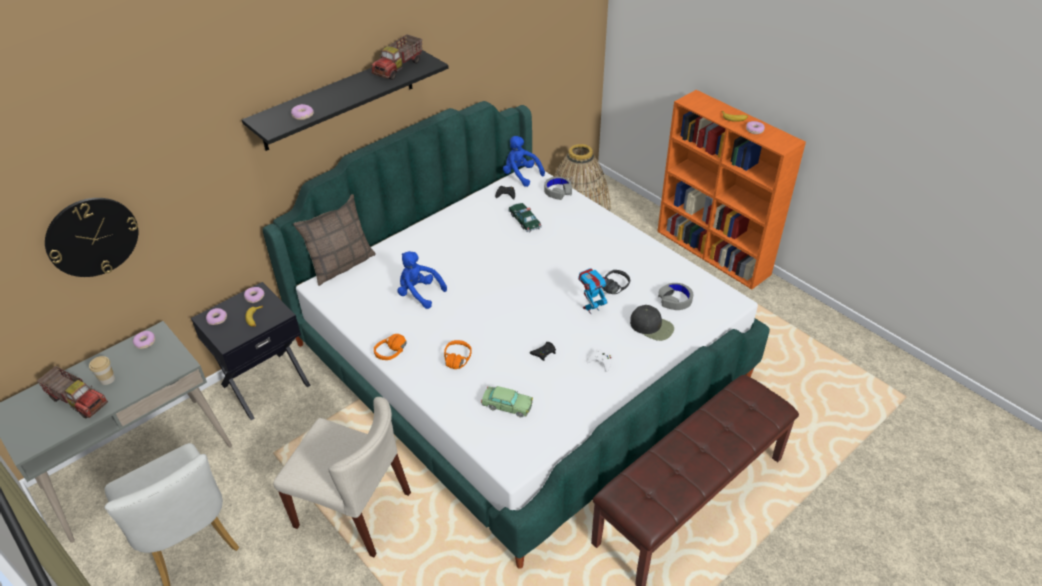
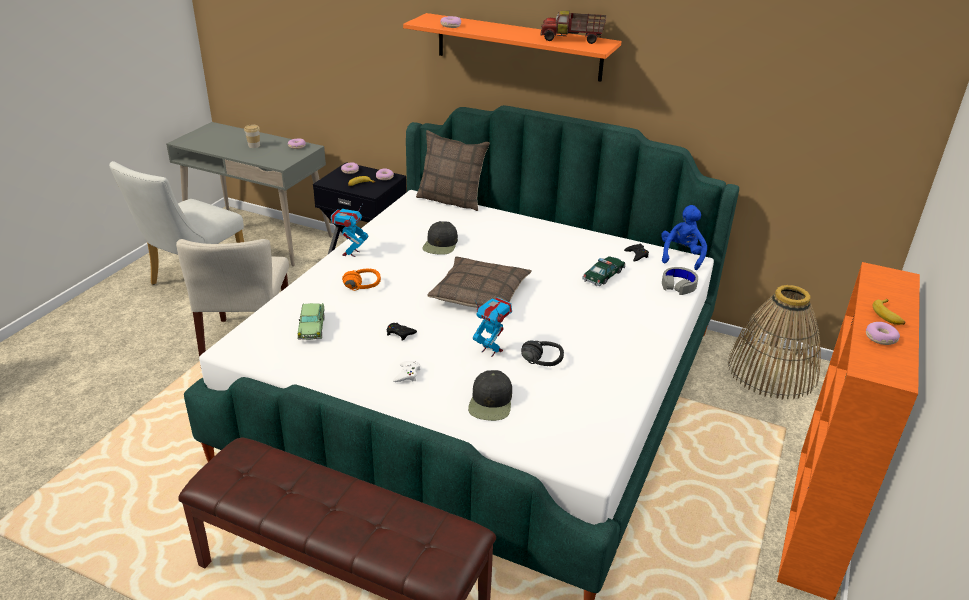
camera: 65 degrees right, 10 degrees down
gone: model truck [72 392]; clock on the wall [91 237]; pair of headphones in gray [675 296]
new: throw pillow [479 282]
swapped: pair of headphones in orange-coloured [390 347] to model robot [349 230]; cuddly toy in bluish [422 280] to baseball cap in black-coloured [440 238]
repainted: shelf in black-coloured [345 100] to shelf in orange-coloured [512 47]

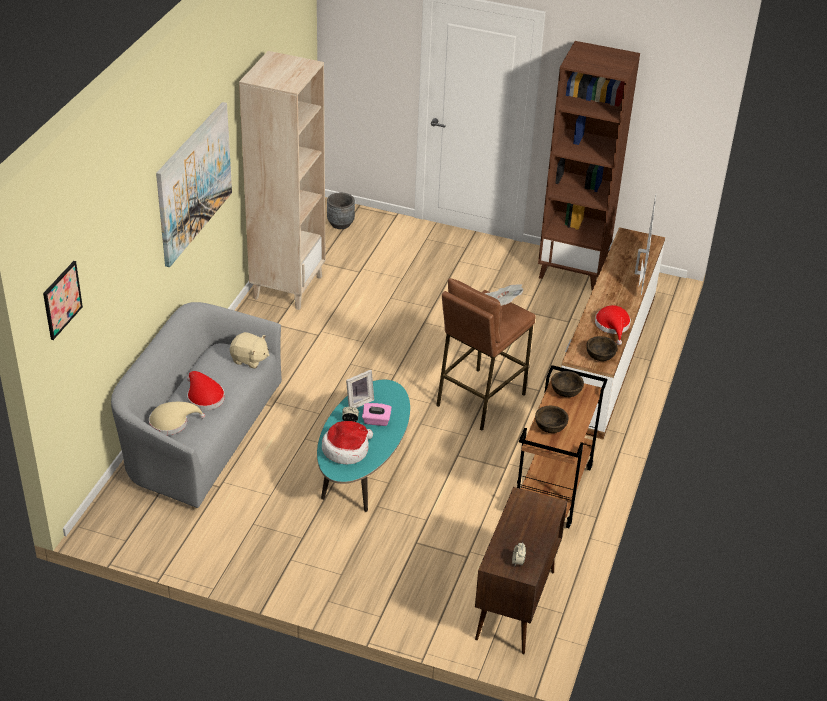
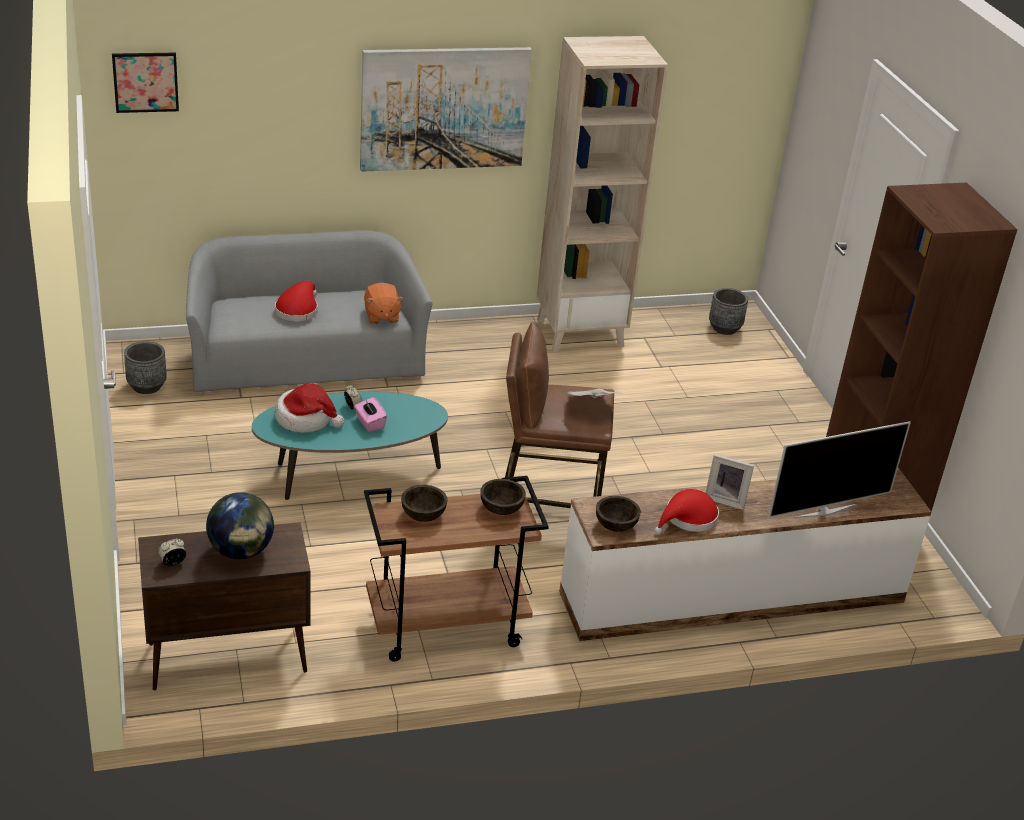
camera: 55 degrees right, 5 degrees down
gone: hat in beige-coloured [177 418]
new: flower pot in gray [145 367]; globe [240 525]
shifted: photo frame [360 389] to [730 482]
repainted: cuddly toy in beige-coloured [249 350] to cuddly toy in orange-coloured [383 303]

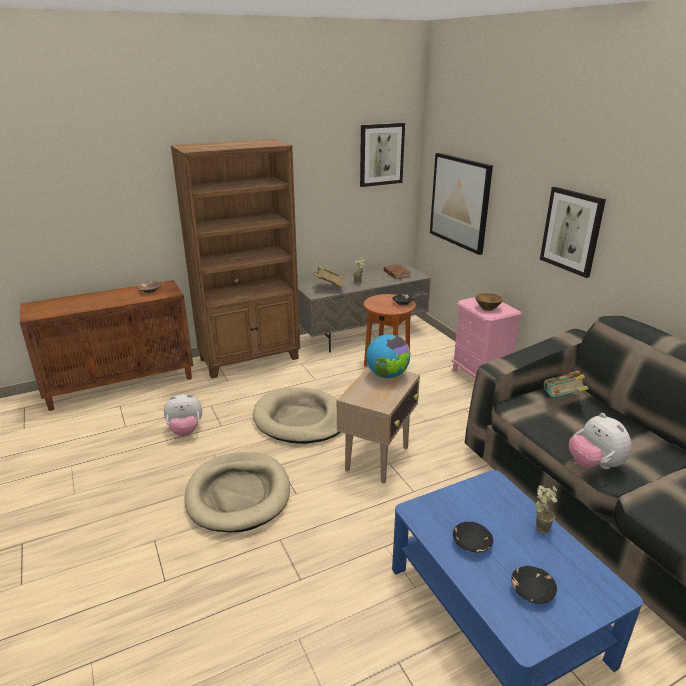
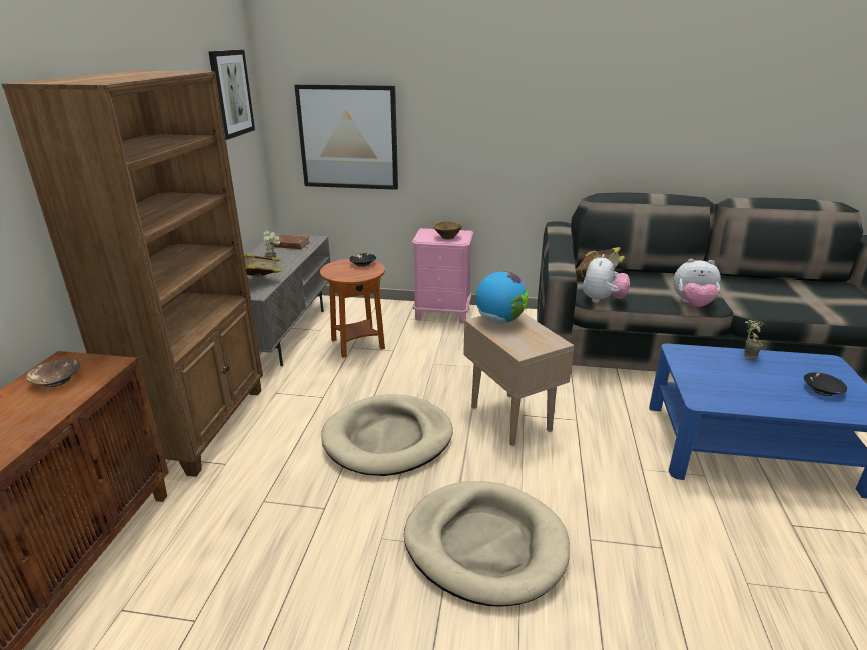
camera: 55 degrees left, 0 degrees up
gone: deep dish in black-coloured [473 537]; picture [573 232]
shifted: cuddly toy [183 415] to [606 278]

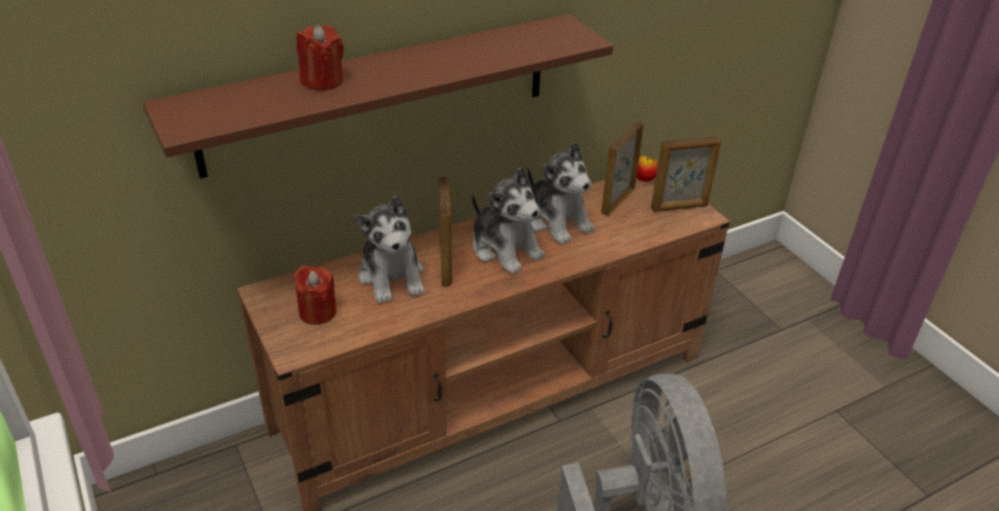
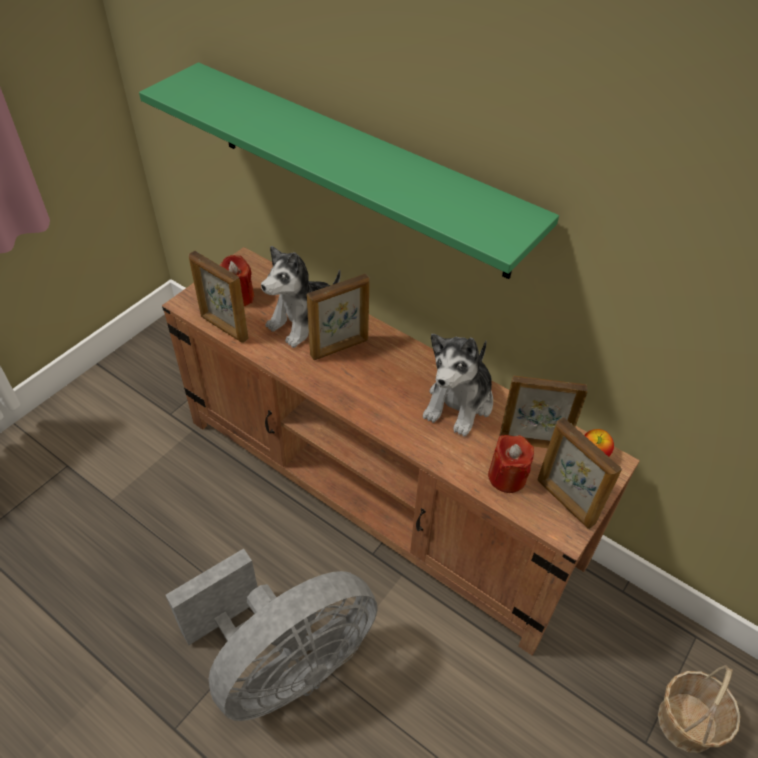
camera: 65 degrees right, 10 degrees up
gone: cuddly toy [508 220]
new: photo frame [218 297]; storage basket [699 709]
shifted: wax light in reddish [320 57] to [511 464]
repainted: shelf in brownish [378 96] to shelf in green [349 170]

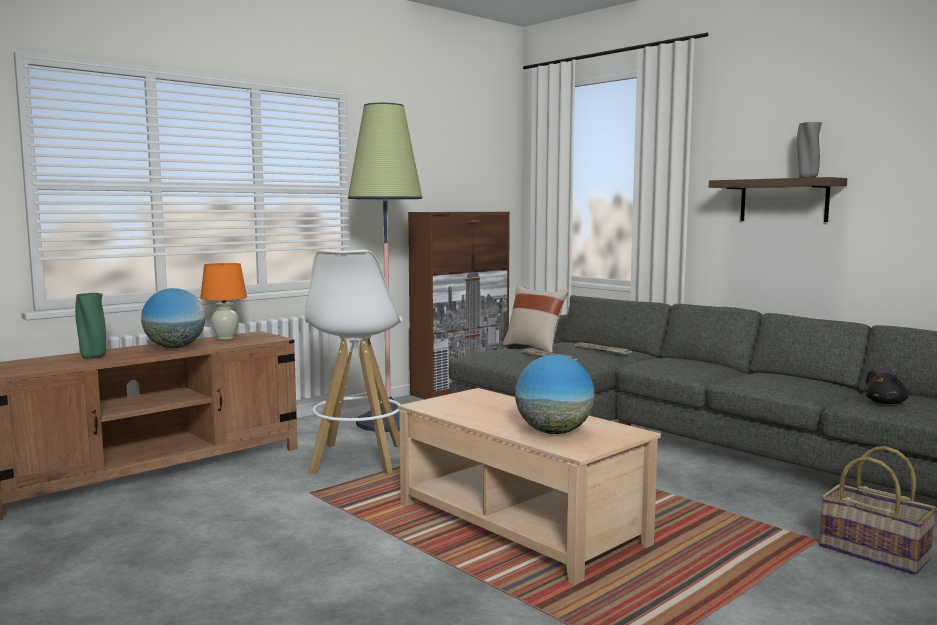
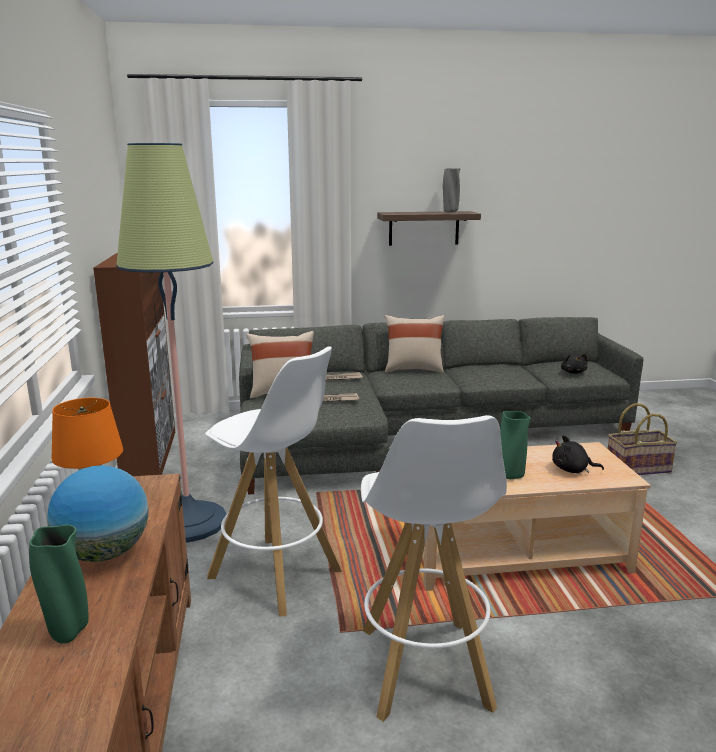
camera: 55 degrees left, 10 degrees up
new: sitting stool in white [434 568]; throw pillow in beige-coloured [415 344]; decorative vase in green [515 445]
swapped: globe [555 394] to cuddly toy in black-coloured [578 454]

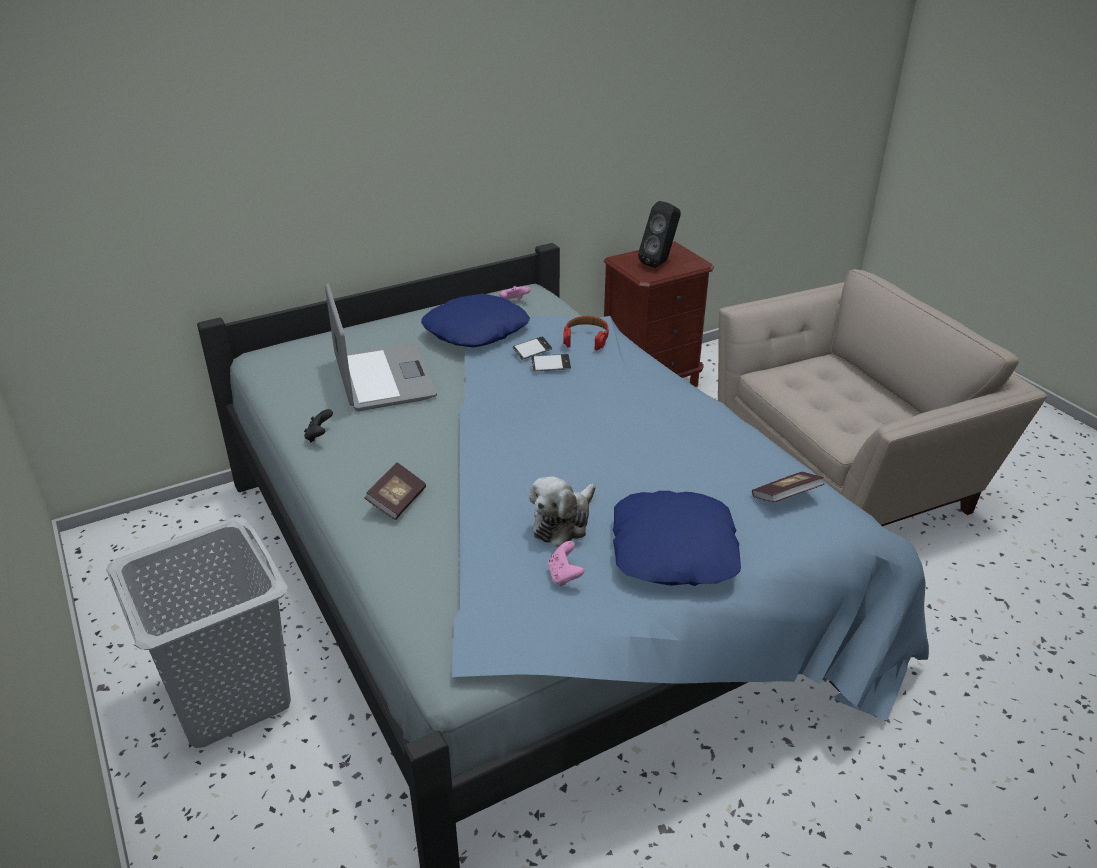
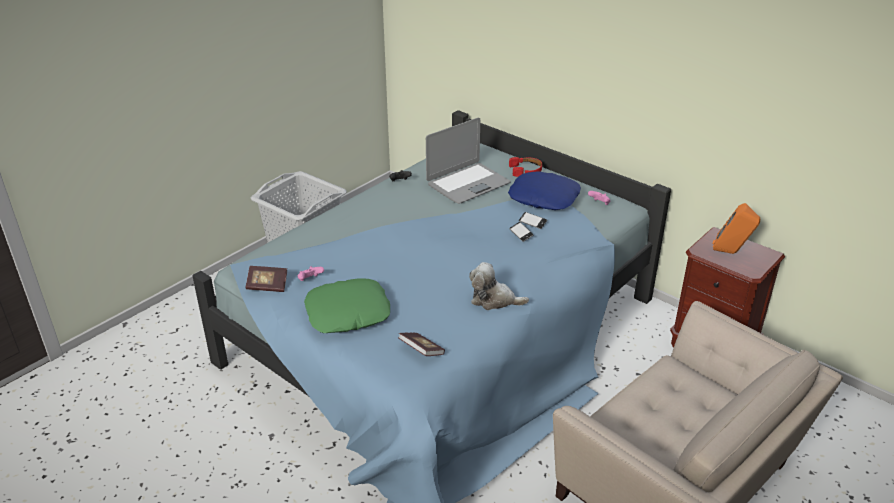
camera: 70 degrees right, 0 degrees up
shifted: book [395 491] to [266 279]; cuddly toy [562 512] to [499 286]; pair of headphones in reddish [586 333] to [525 167]
repainted: throw pillow in bluish [677 538] to throw pillow in green [347 305]; loudspeaker in black-coloured [659 234] to loudspeaker in orange-coloured [736 228]

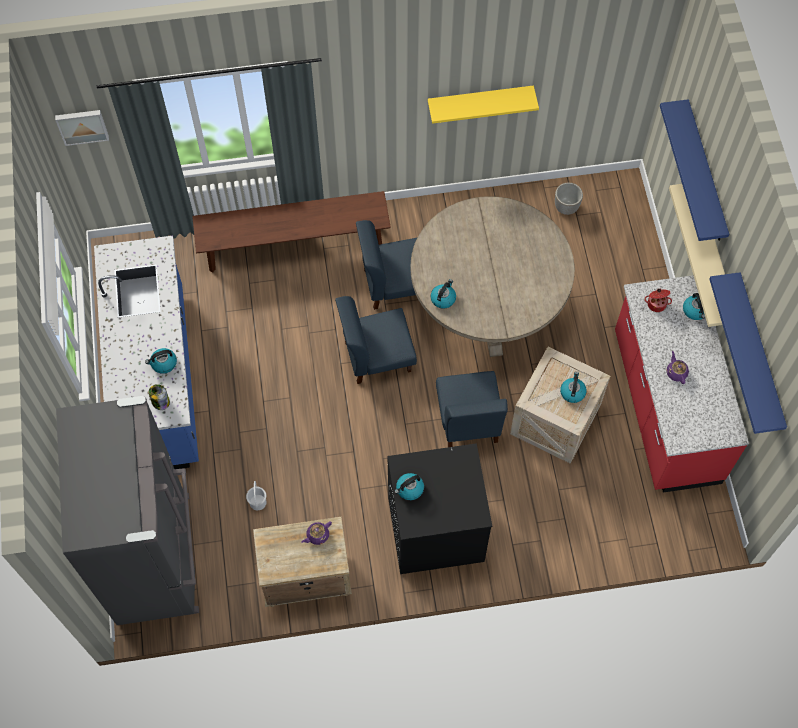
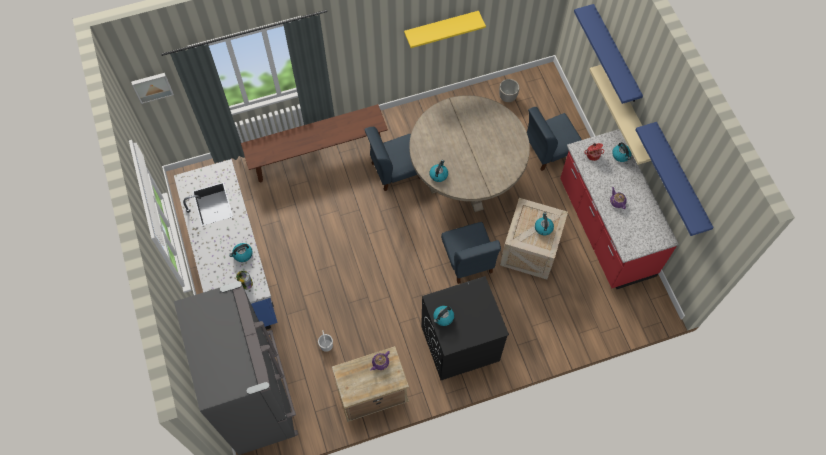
camera: 10 degrees left, 0 degrees up
shifted: chair in bluish [376 340] to [554 139]

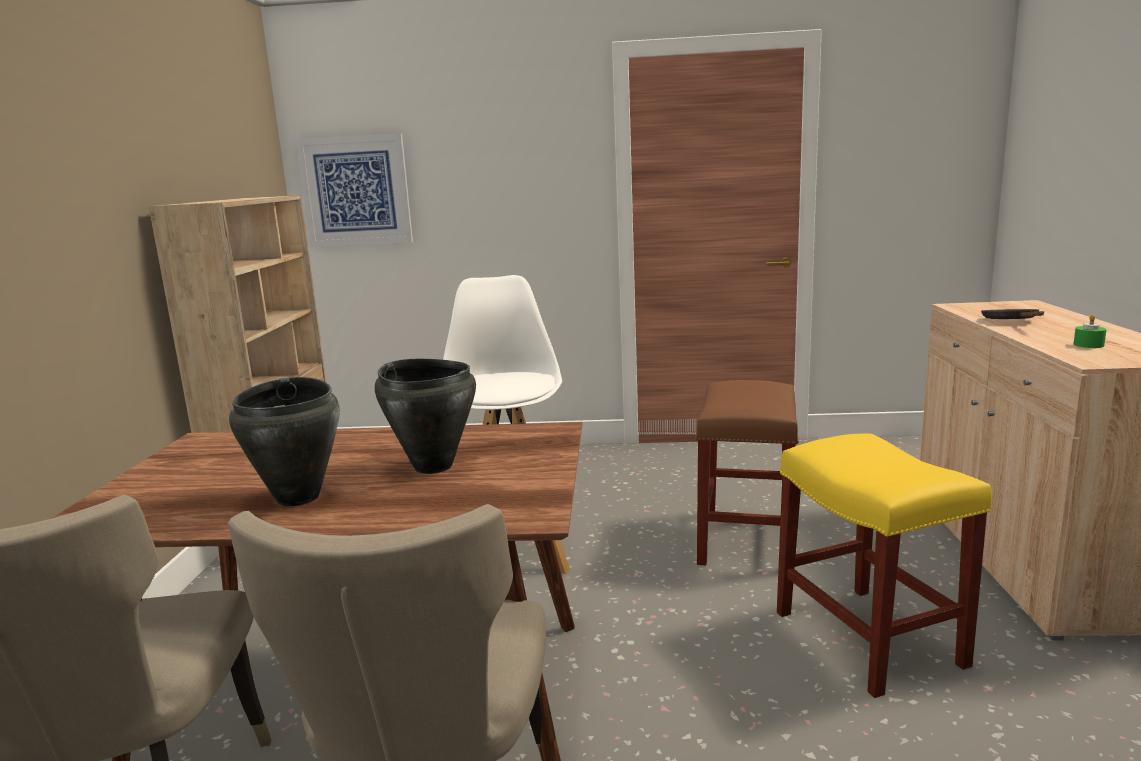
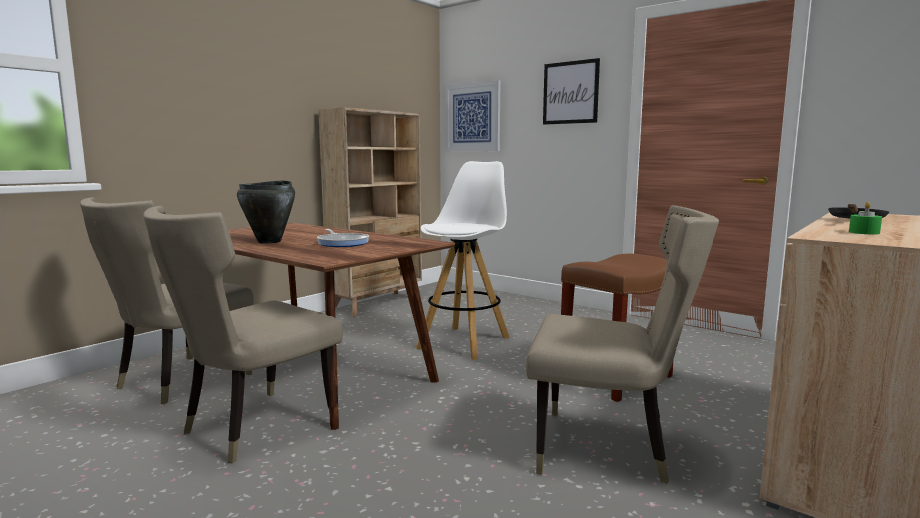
camera: 35 degrees right, 5 degrees down
new: picture [571 91]
swapped: saucepot in black-coloured [425 416] to skillet [343 238]; sitting stool in yellow-coloured [884 566] to chair in beige-coloured [622 344]

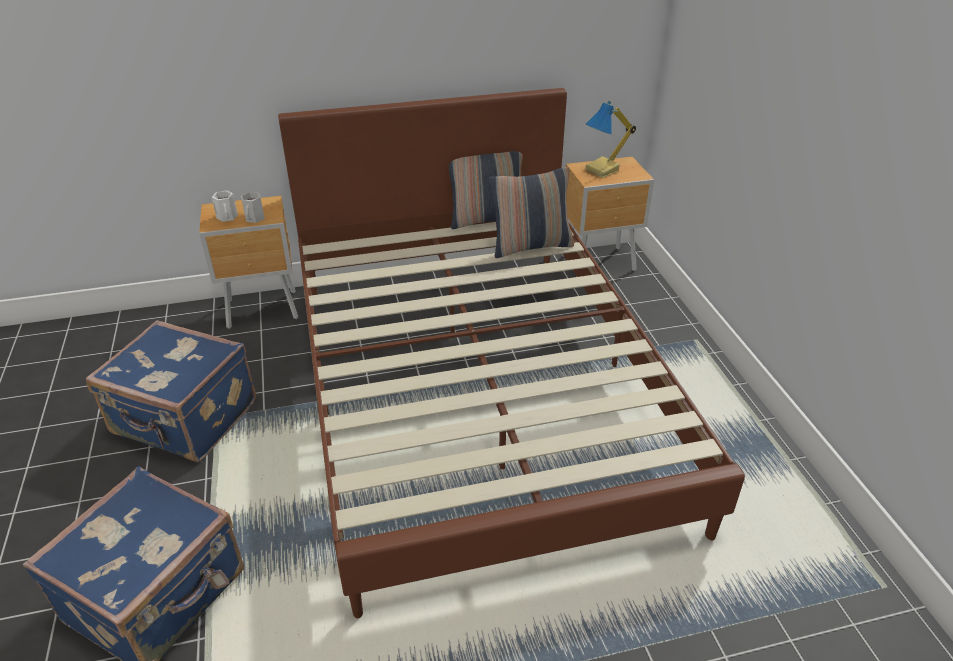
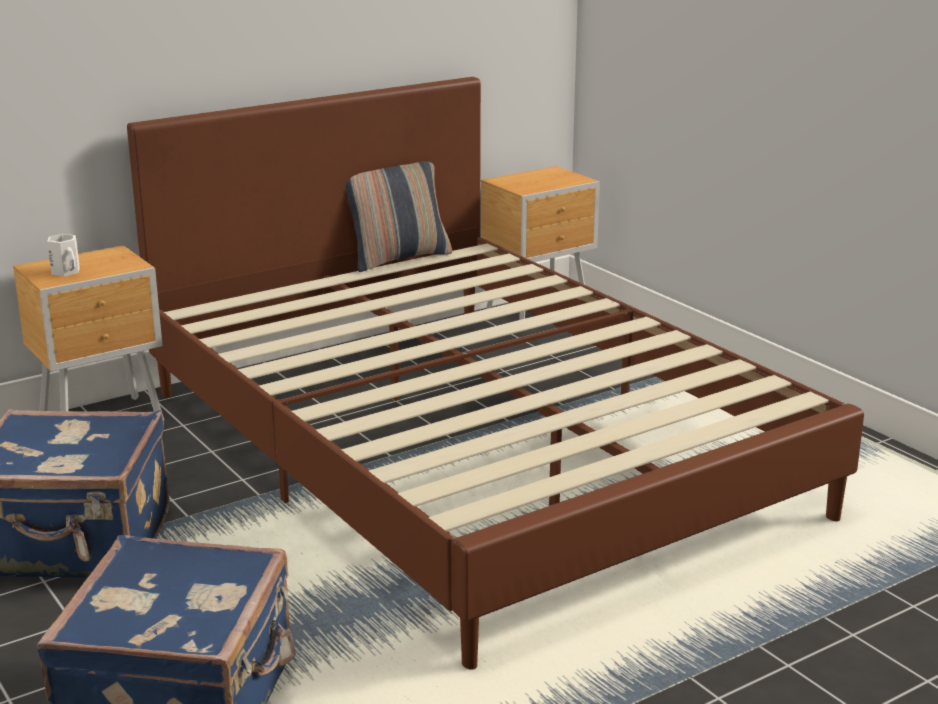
camera: 20 degrees left, 15 degrees down
gone: mug in white [253 207]; throw pillow [531 212]; lamp for a table [610 139]

